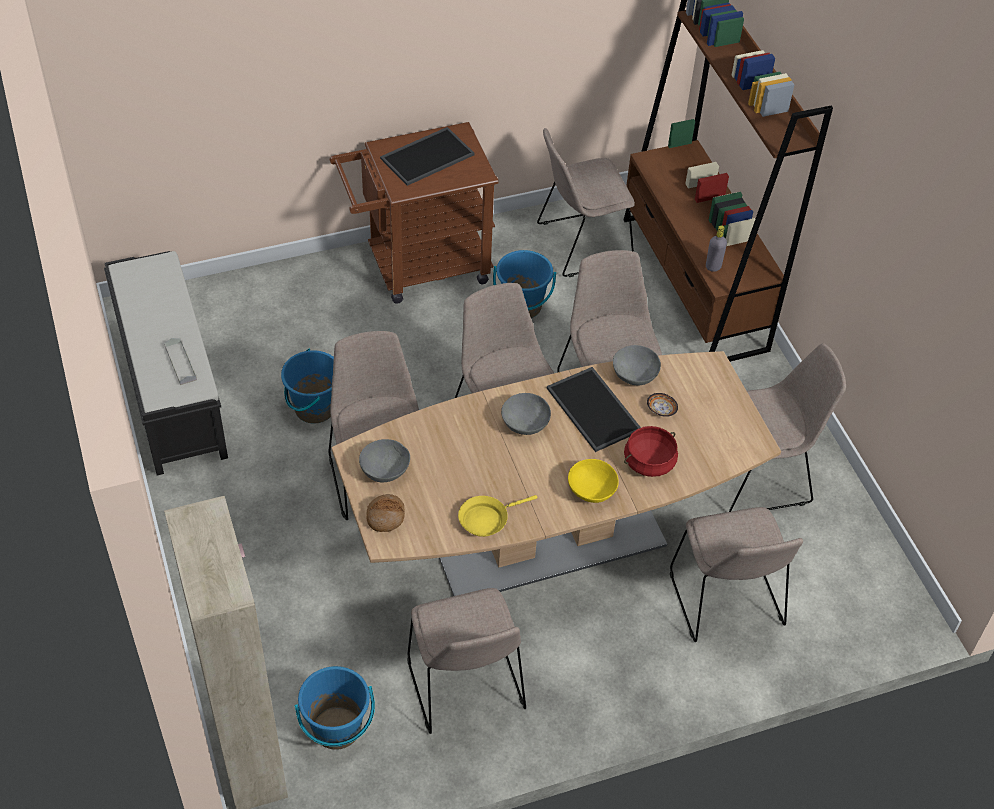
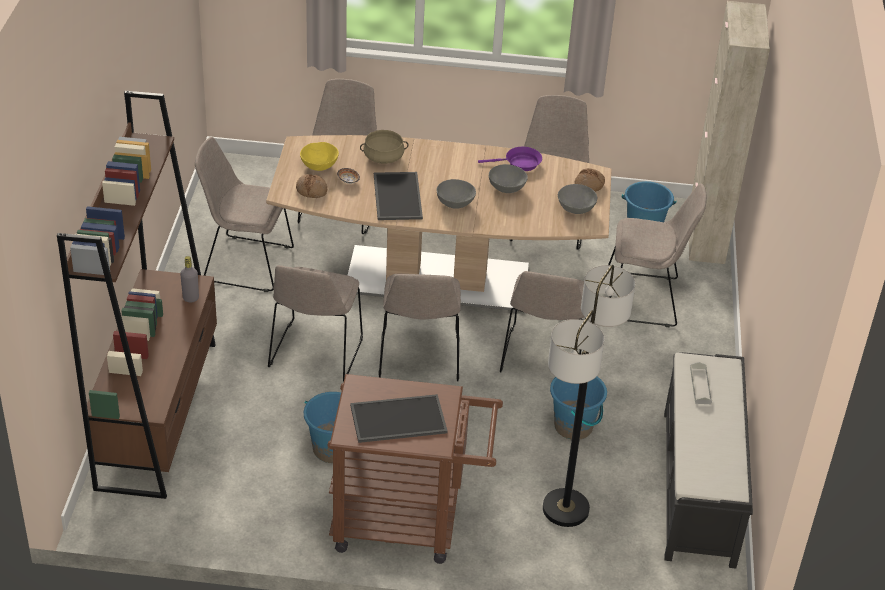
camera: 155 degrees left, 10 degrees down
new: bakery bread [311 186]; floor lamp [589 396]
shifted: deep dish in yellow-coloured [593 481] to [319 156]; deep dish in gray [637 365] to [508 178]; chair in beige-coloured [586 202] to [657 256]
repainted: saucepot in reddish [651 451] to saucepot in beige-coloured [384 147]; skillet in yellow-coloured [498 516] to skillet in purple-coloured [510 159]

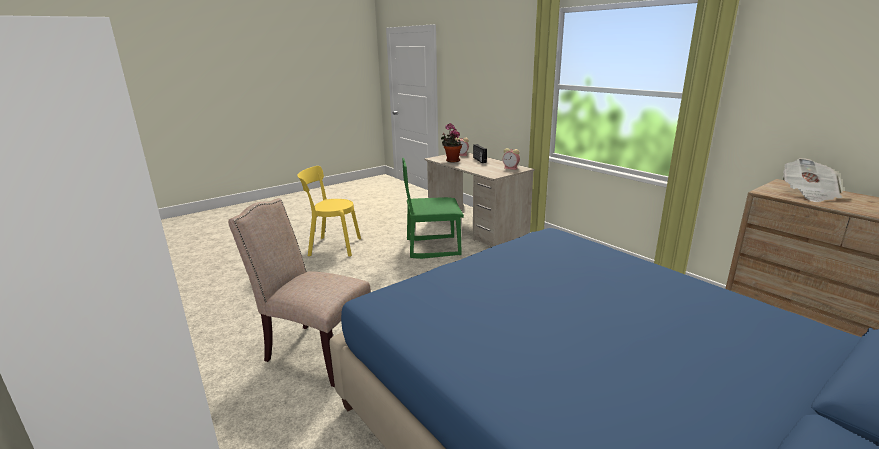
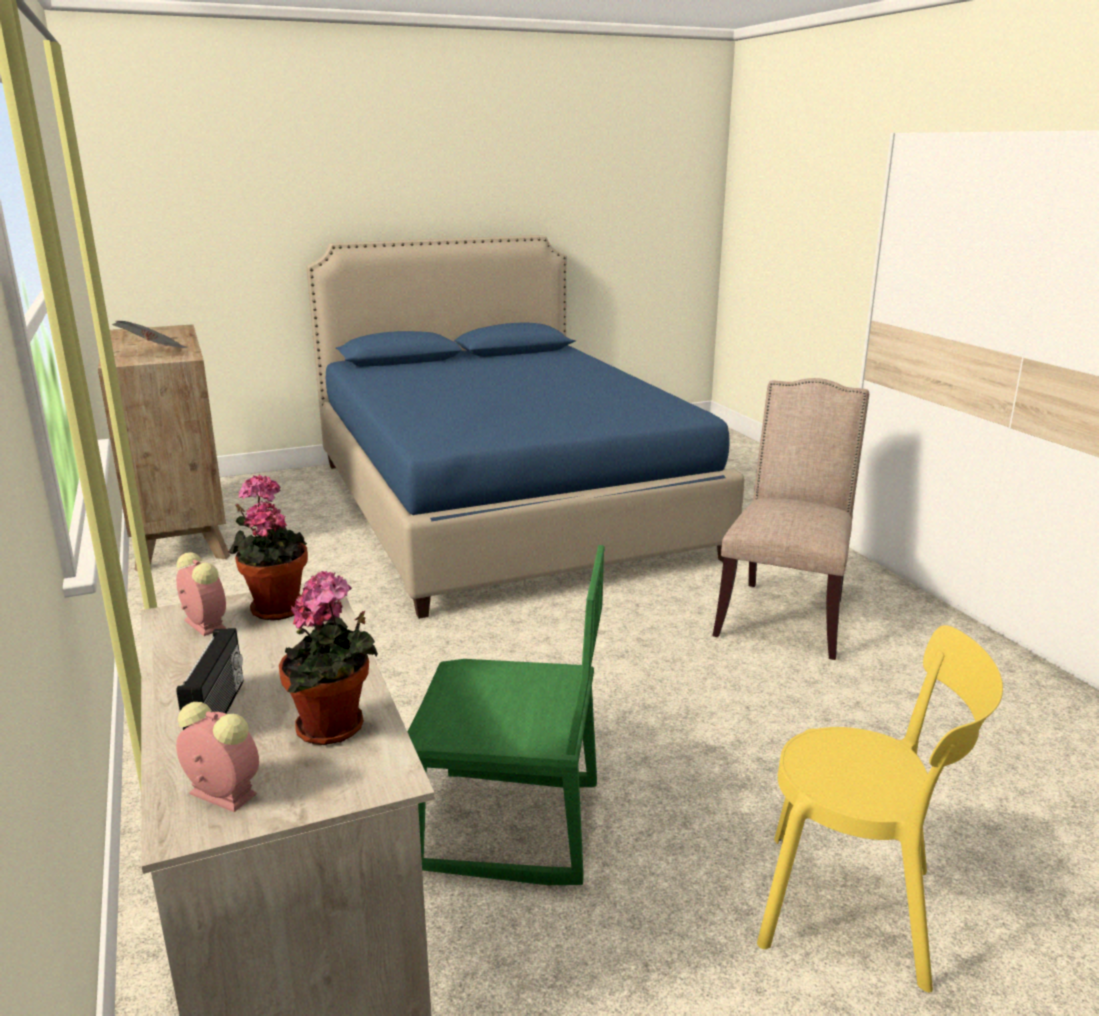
camera: 165 degrees left, 0 degrees up
new: houseplant [268 548]
rotated: chair in beige-coloured [299 292] = [790 519] 105 degrees counterclockwise

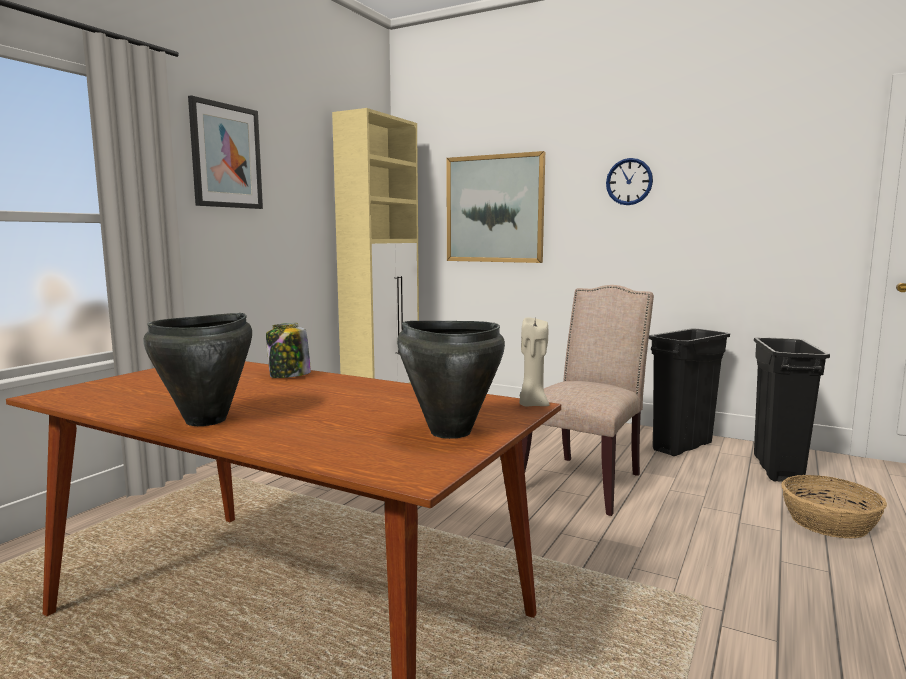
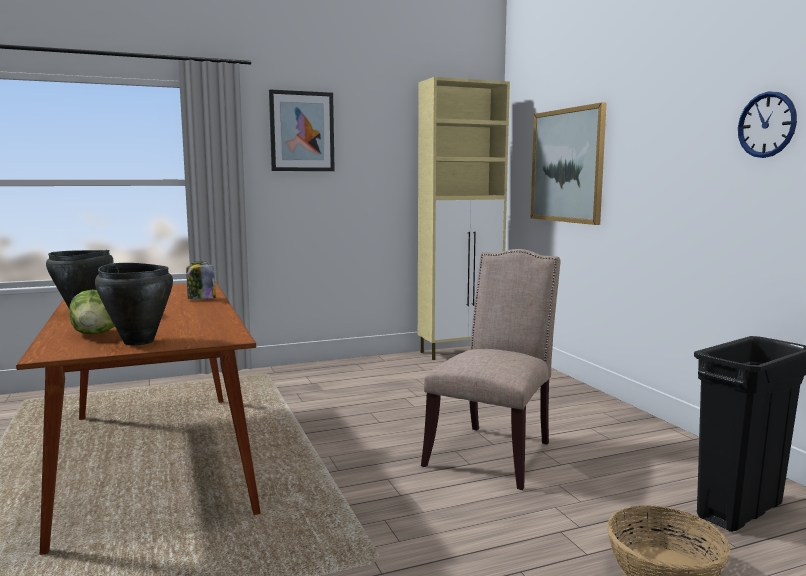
camera: 40 degrees right, 0 degrees up
gone: wax light in beige-coloured [534 362]; waste bin in black-coloured [689 392]
new: lettuce head [92 312]
shifted: clock on the wall [629 181] to [767 124]
rotated: chair in beige-coloured [588 400] = [491 369] 45 degrees counterclockwise

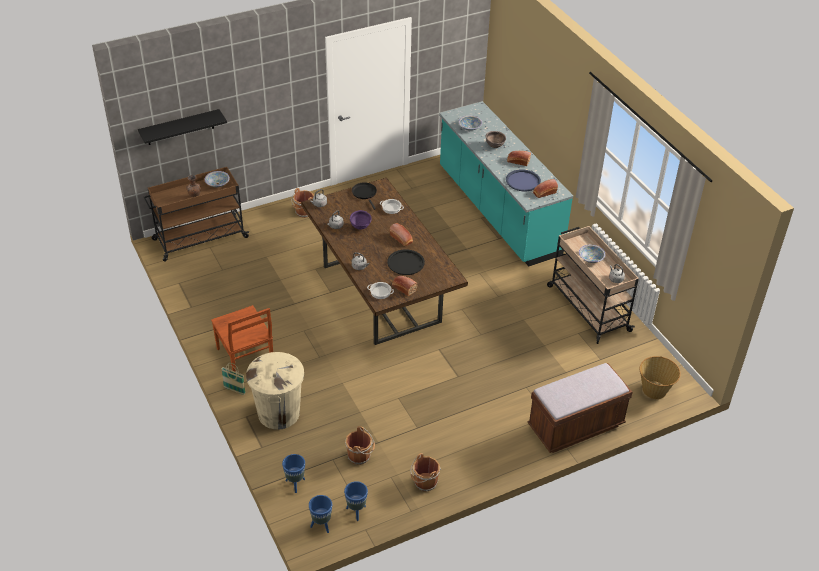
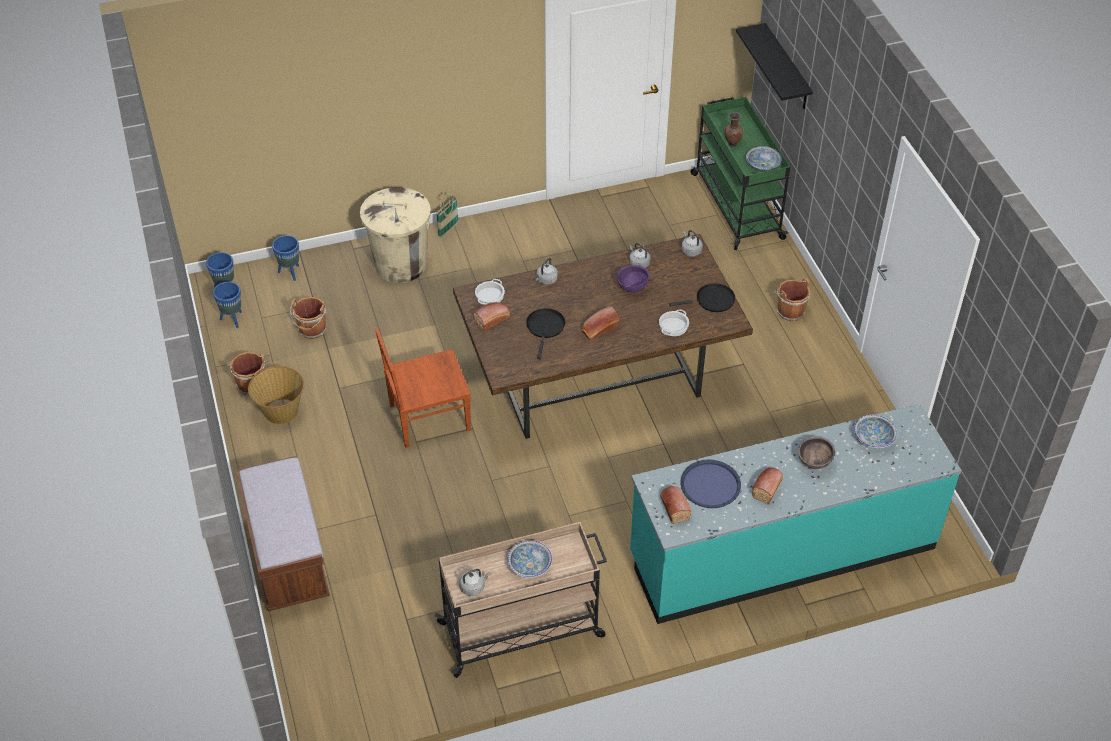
camera: 100 degrees right, 5 degrees up
shifted: storage basket [660 377] to [276 395]; chair in brownish [242 338] to [423 388]
swapped: tray in black-coloured [406 262] to skillet in black-coloured [545 333]
repainted: cart in brownish [196 214] to cart in green [741 173]

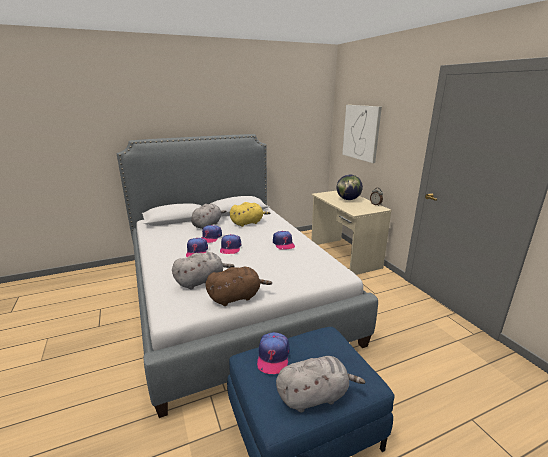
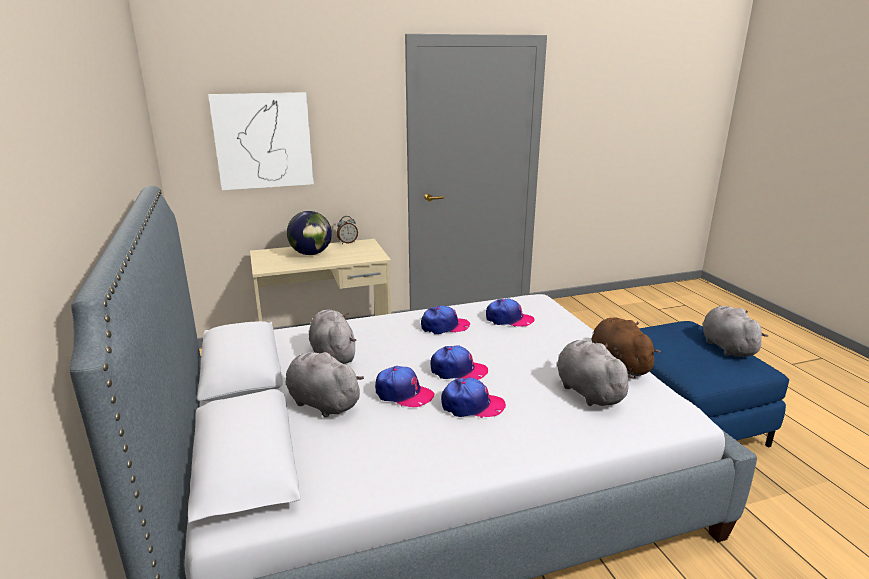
camera: 85 degrees left, 0 degrees up
shifted: baseball cap [273 353] to [510 312]
repainted: cuddly toy in yellow-coloured [250 214] to cuddly toy in gray [333 337]

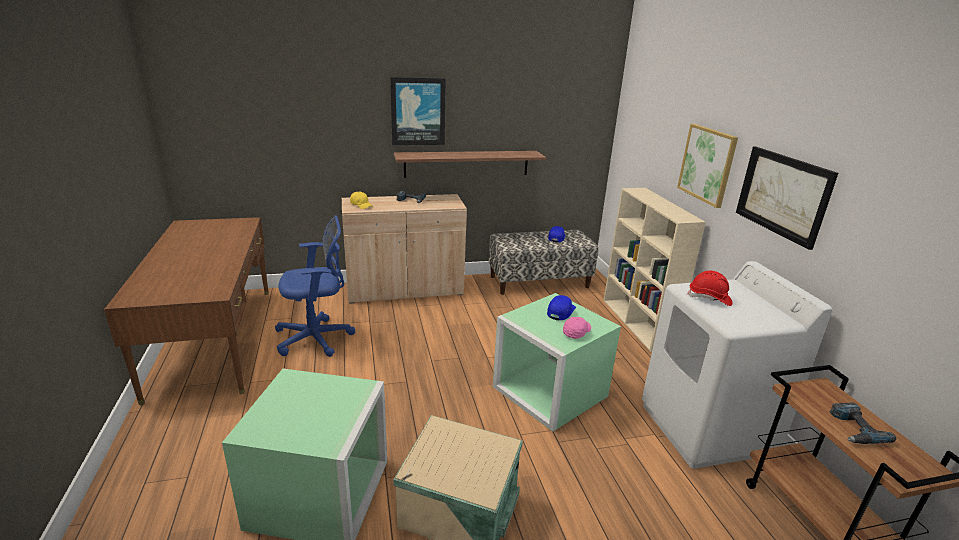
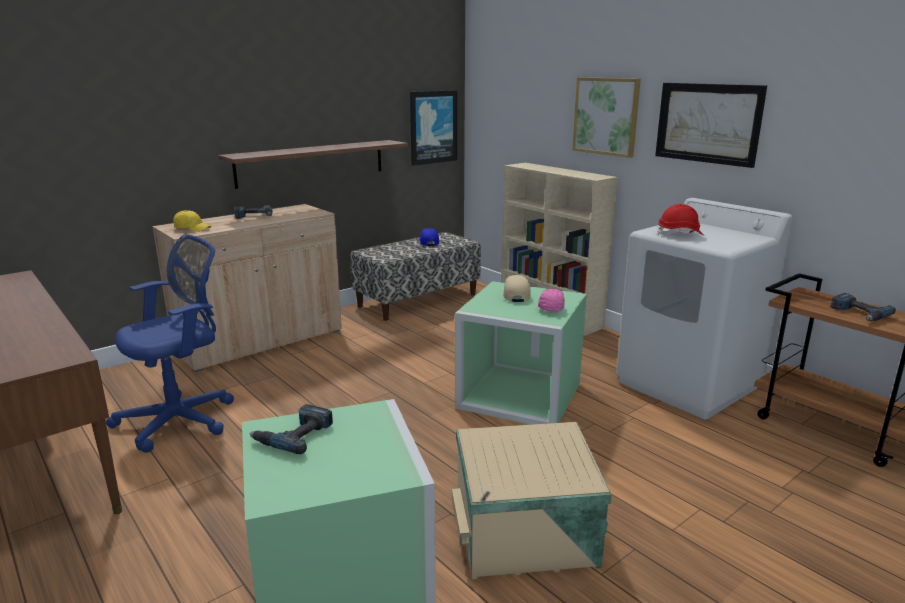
camera: 25 degrees left, 5 degrees down
new: power drill [291 429]
shifted: picture [418 111] to [433 128]
repainted: baseball cap in bluish [561 307] to baseball cap in beige-coloured [517 288]

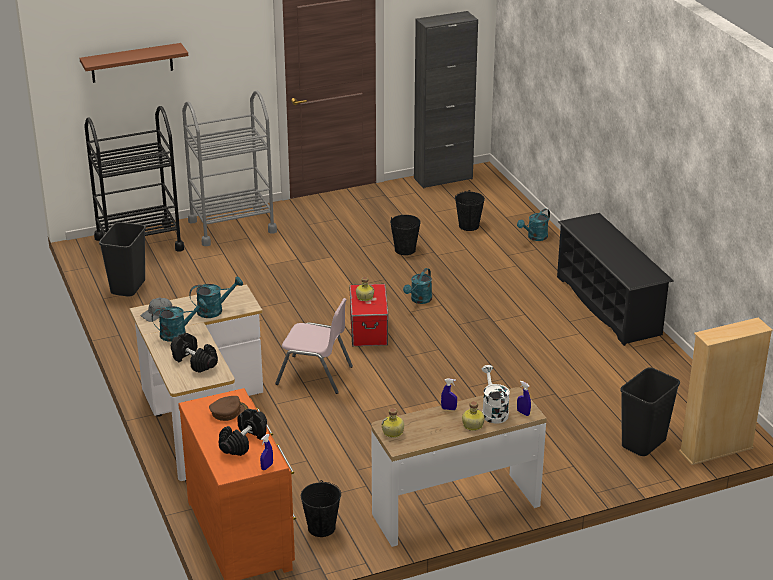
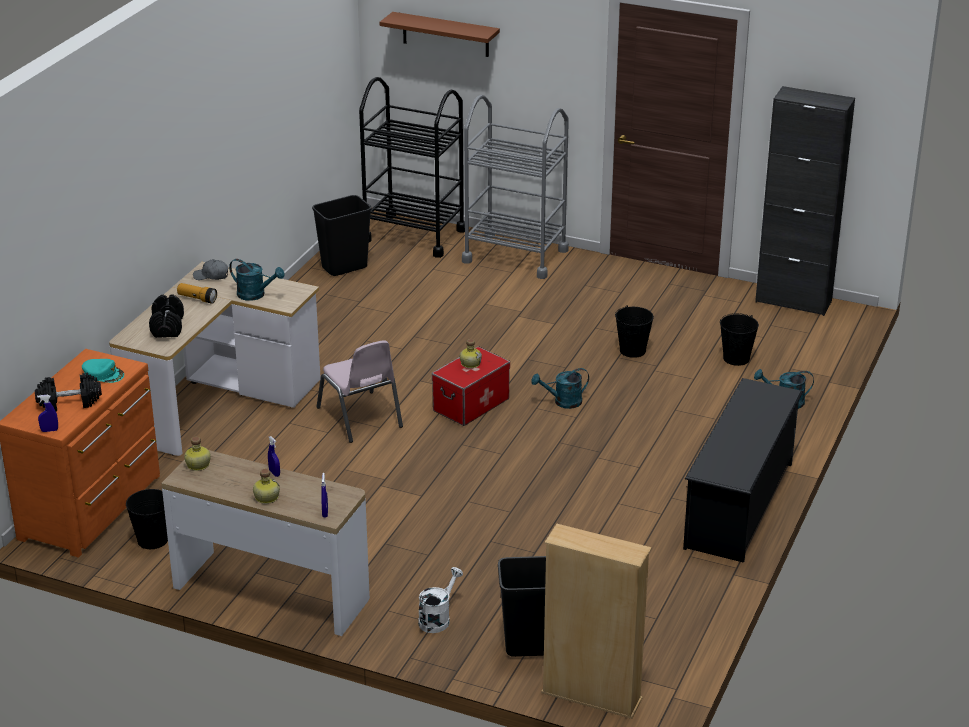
camera: 45 degrees right, 0 degrees up
shifted: watering can in white [496 394] to [440 600]
swapped: watering can in turquoise-coloured [179 320] to flashlight [197 293]
repainted: baseball cap in brownish [229 408] to baseball cap in turquoise-coloured [103 371]

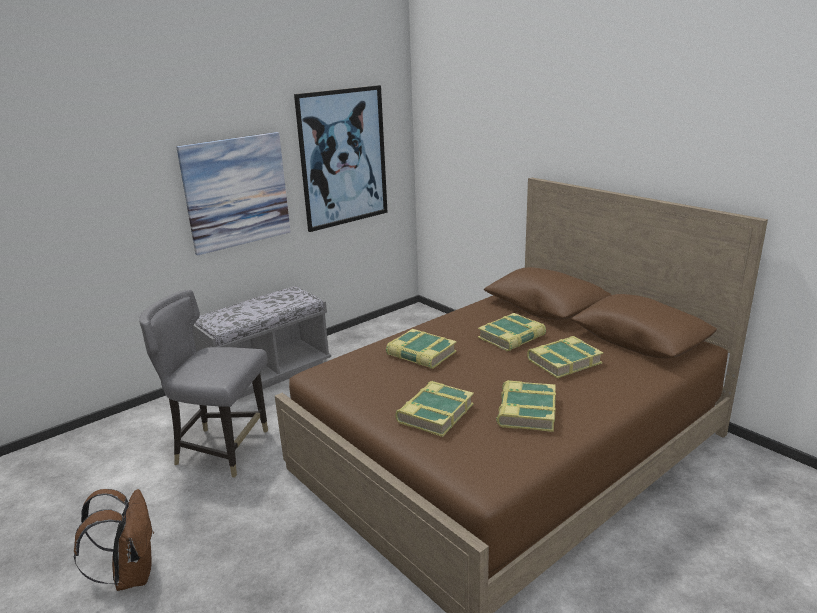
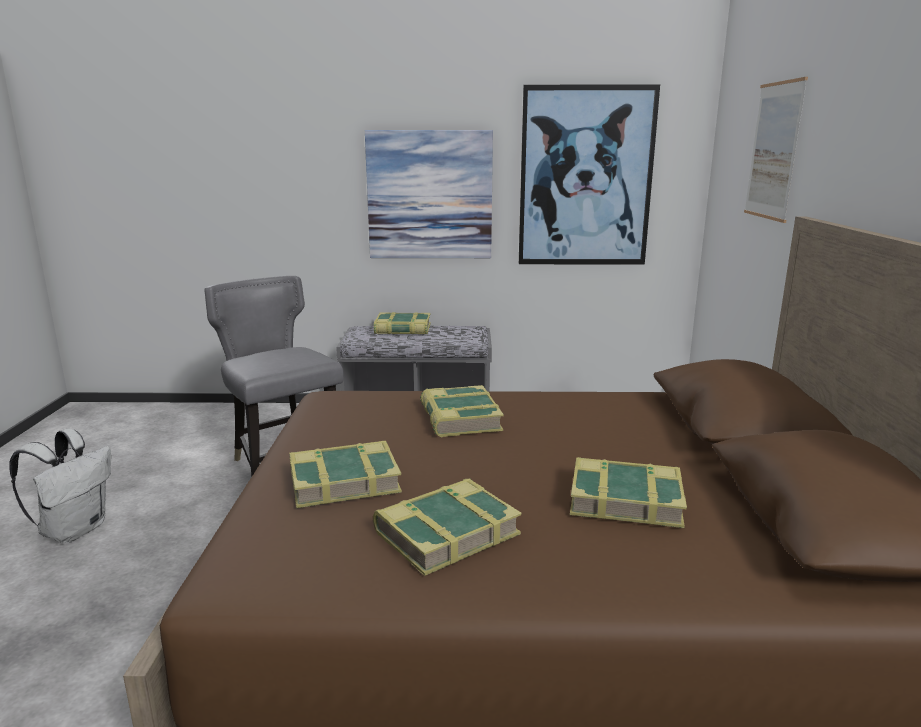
camera: 40 degrees right, 5 degrees down
new: picture [776 150]
shifted: book [512 332] to [402 323]
repainted: knapsack in brownish [114 540] to knapsack in white [60 486]

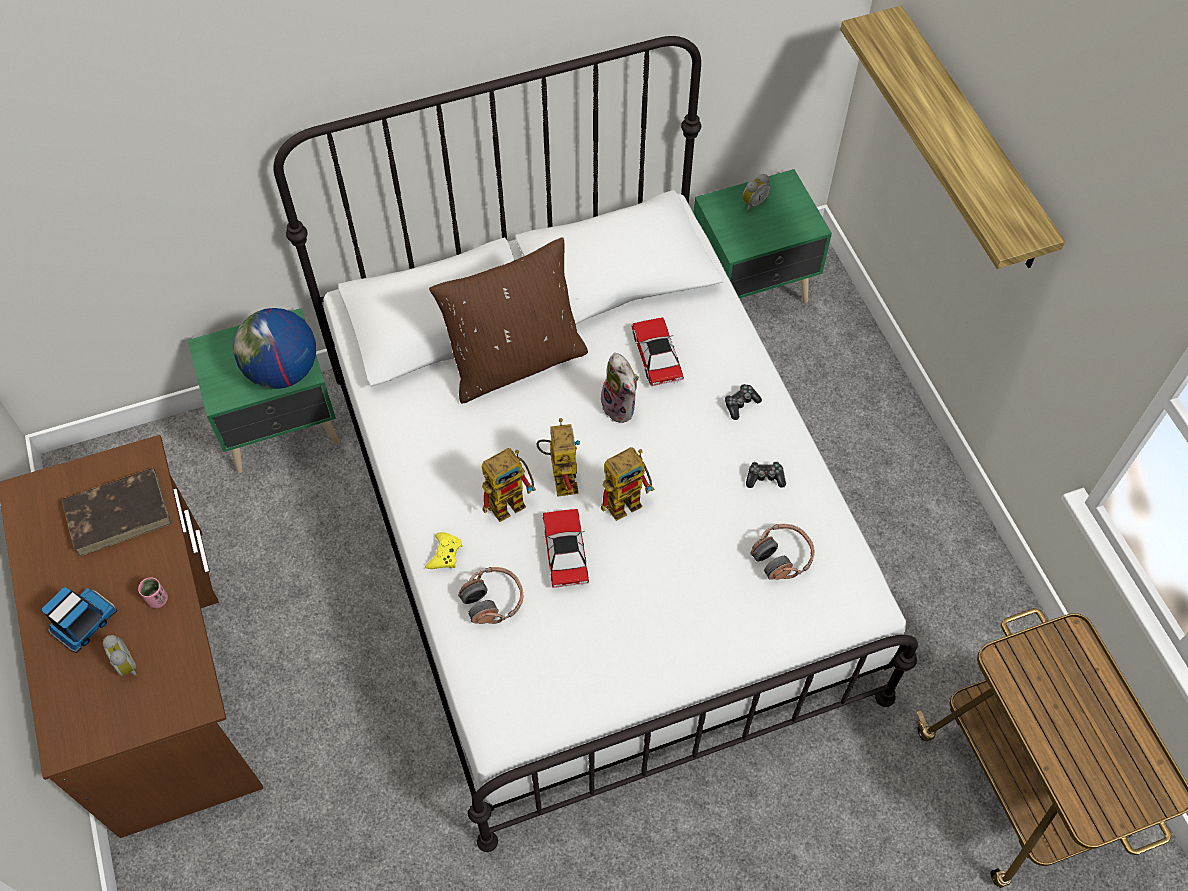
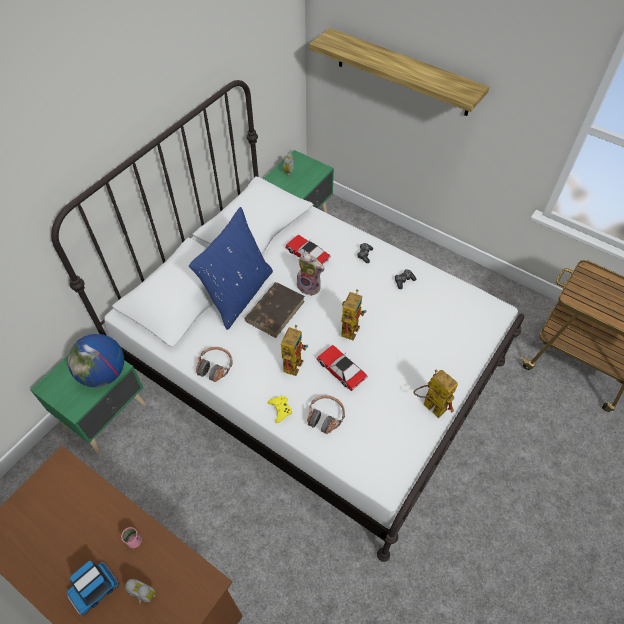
camera: 35 degrees left, 5 degrees down
shifted: pair of headphones [783 552] to [214 364]; book in brownish [117 512] to [275 310]; model robot [558 457] to [435 393]
repainted: throw pillow in brownish [508 320] to throw pillow in bluish [231 268]
rotated: model truck [79 620] = [92 588] 135 degrees counterclockwise

